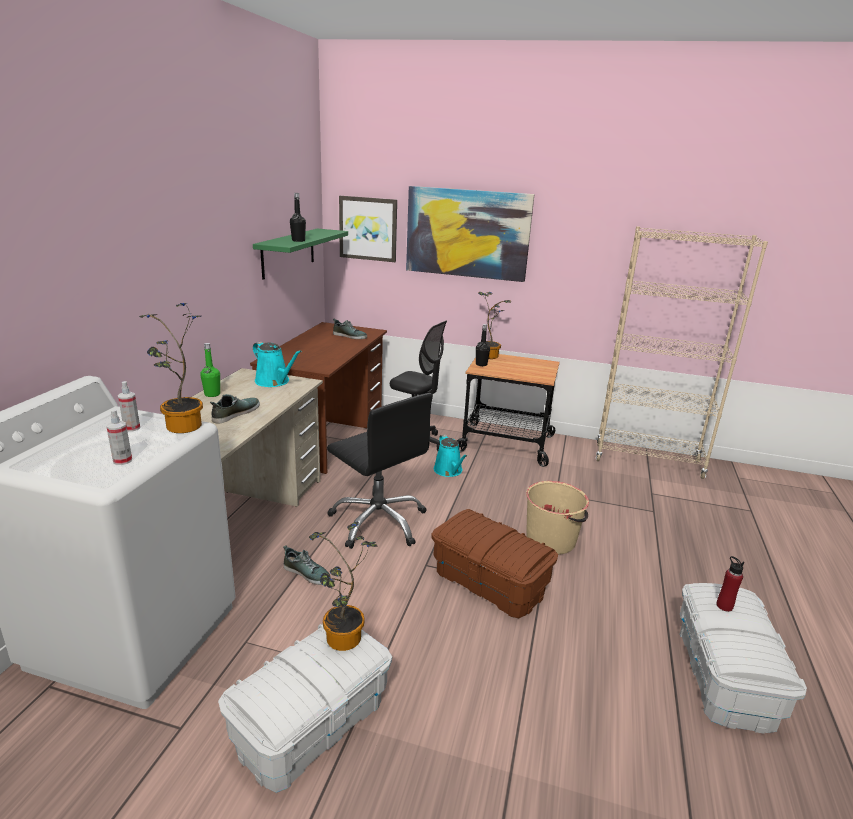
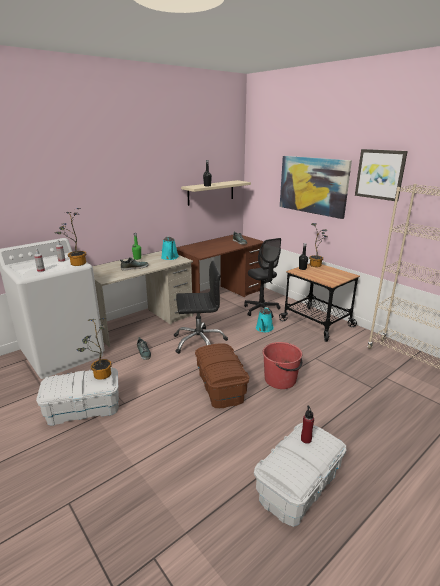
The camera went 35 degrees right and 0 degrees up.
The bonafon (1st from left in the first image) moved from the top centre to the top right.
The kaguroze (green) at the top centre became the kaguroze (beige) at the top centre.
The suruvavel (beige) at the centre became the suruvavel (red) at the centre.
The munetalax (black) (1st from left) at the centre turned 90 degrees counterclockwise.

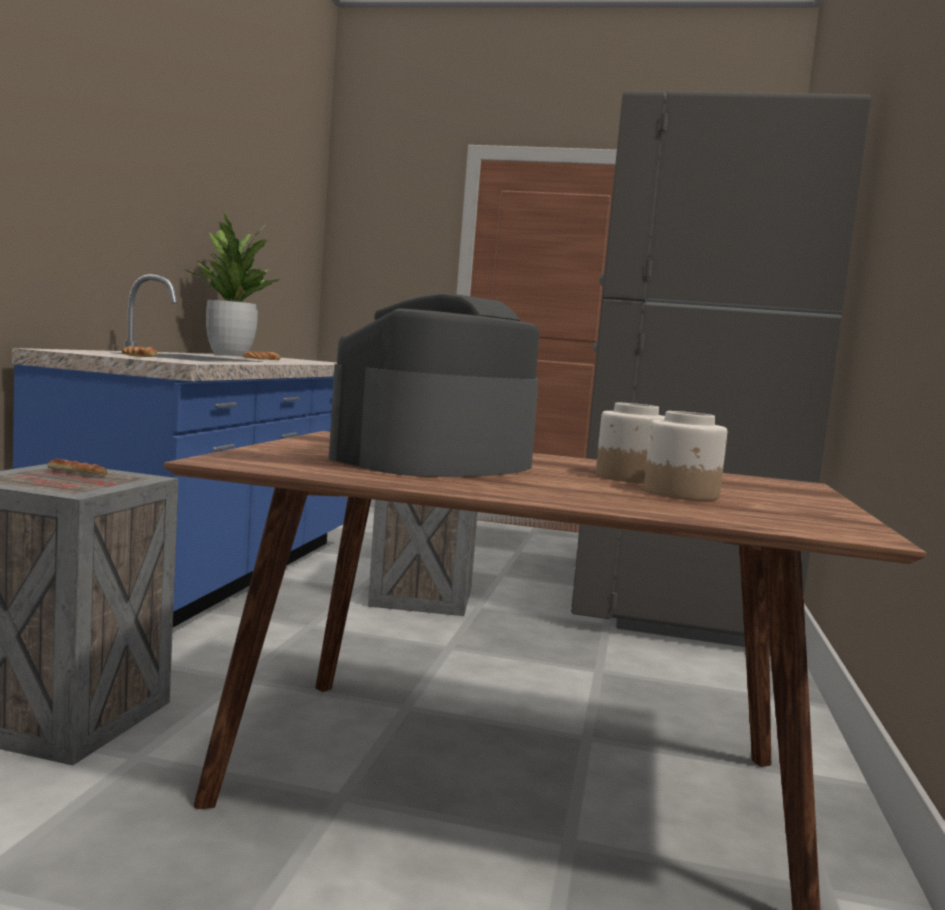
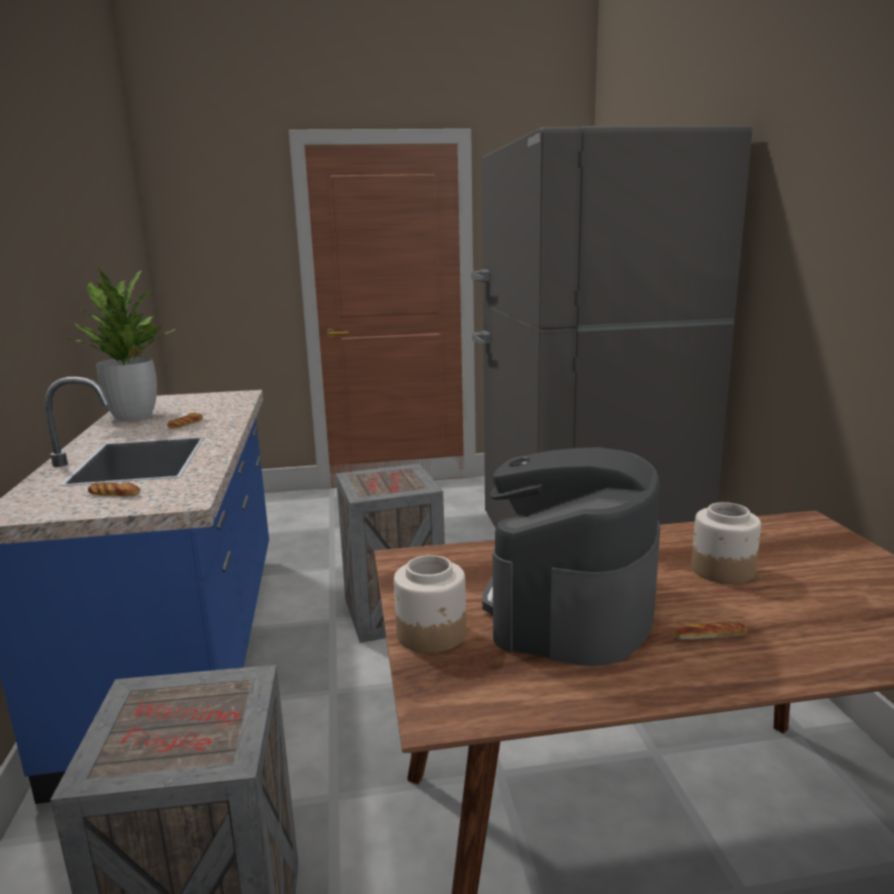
The camera went 20 degrees left and 10 degrees up.
The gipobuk (1st from left in the first image) moved from the middle left to the bottom right.
The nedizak (2nd from left in the first image) moved from the middle right to the bottom centre.

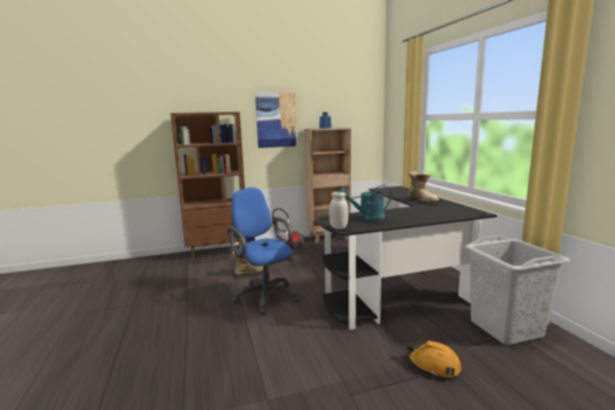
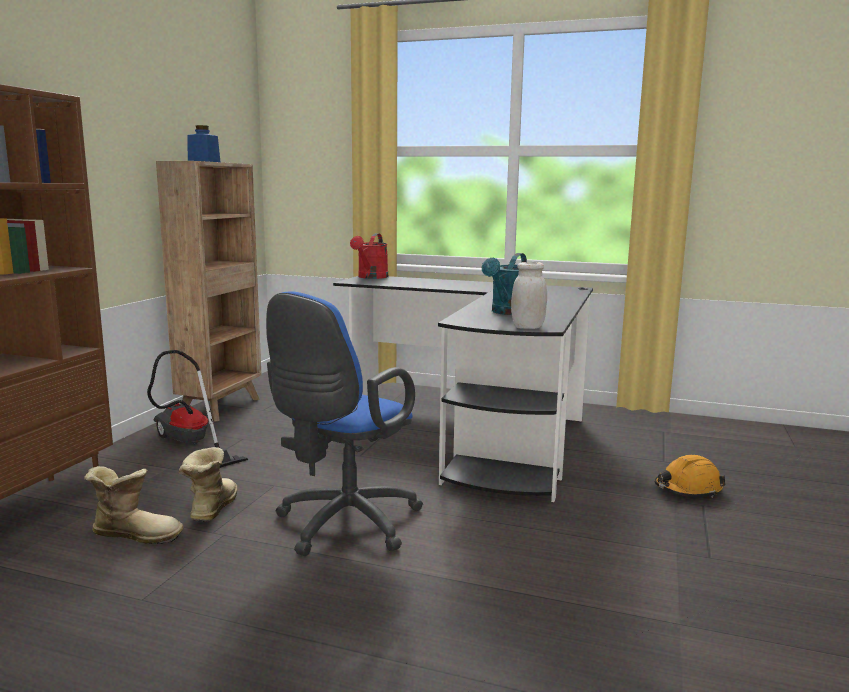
The camera went 55 degrees left and 0 degrees up.
The bonafon at the top centre disappeared.
The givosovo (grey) at the bottom right disappeared.
The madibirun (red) at the centre appeared.
The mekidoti (2nd from left in the first image) moved from the middle right to the bottom left.
The munetalax (blue) at the centre turned 60 degrees counterclockwise.

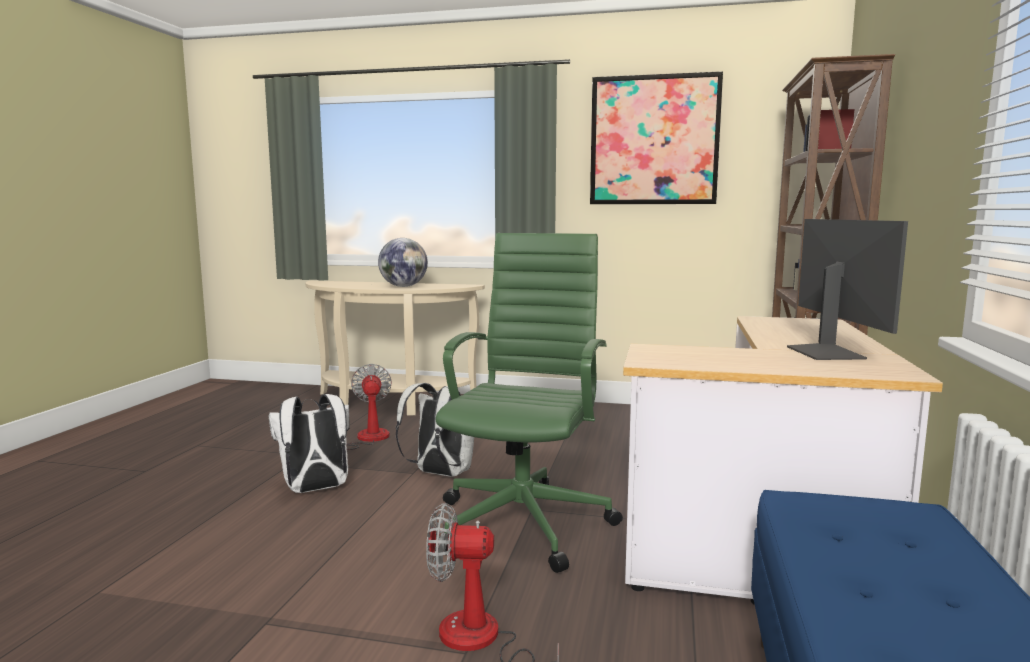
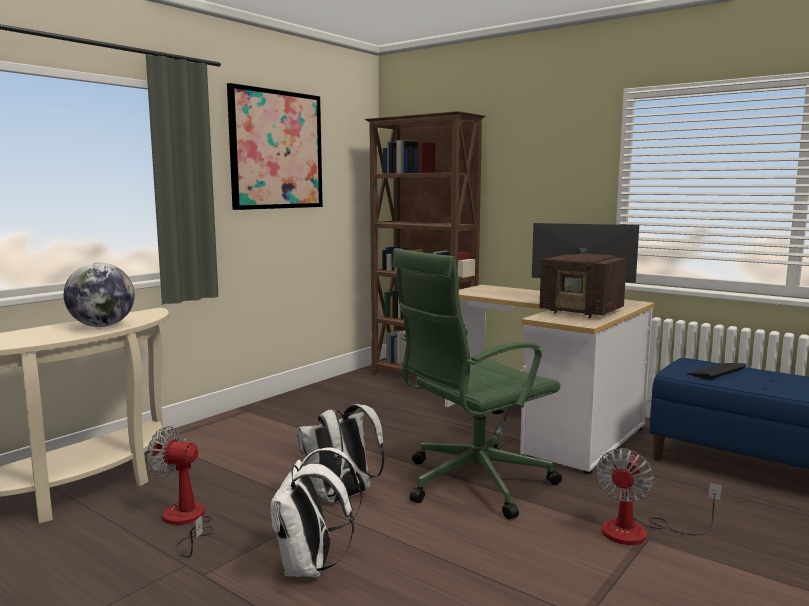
The camera went 65 degrees left and 0 degrees up.
The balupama at the middle right appeared.
The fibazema at the middle right appeared.
The munetalax (green) at the centre turned 75 degrees counterclockwise.

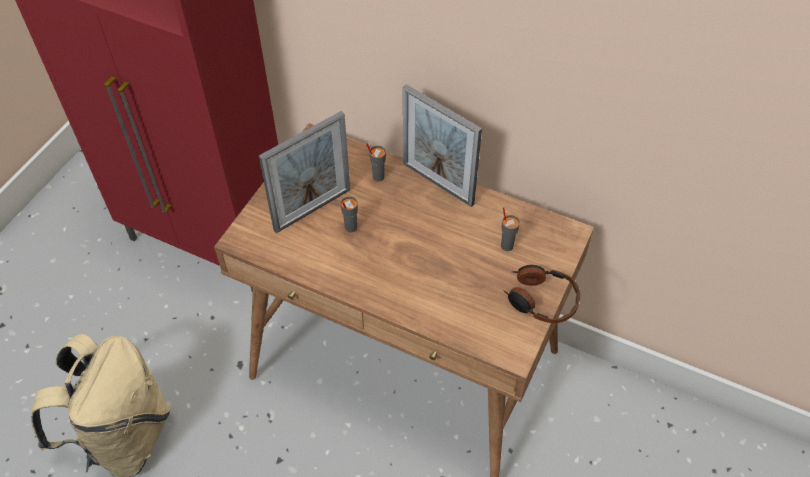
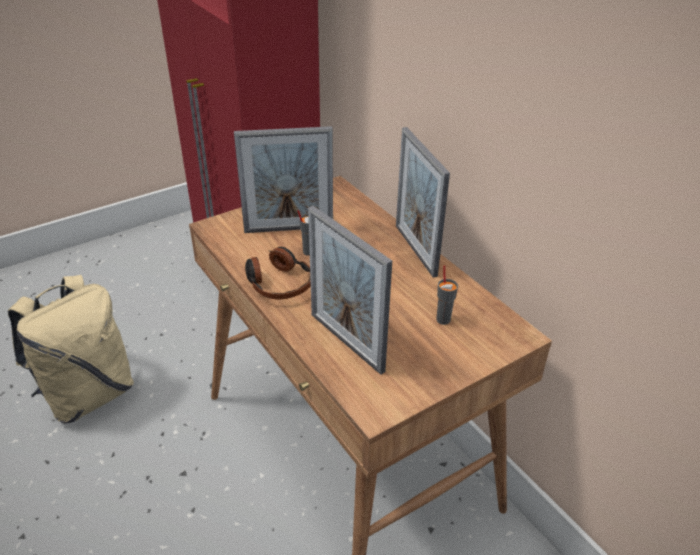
The camera went 30 degrees right and 15 degrees down.
The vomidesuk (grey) (2nd from left) at the centre disappeared.
The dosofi (2nd from left) at the centre appeared.
The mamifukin moved from the middle right to the centre.

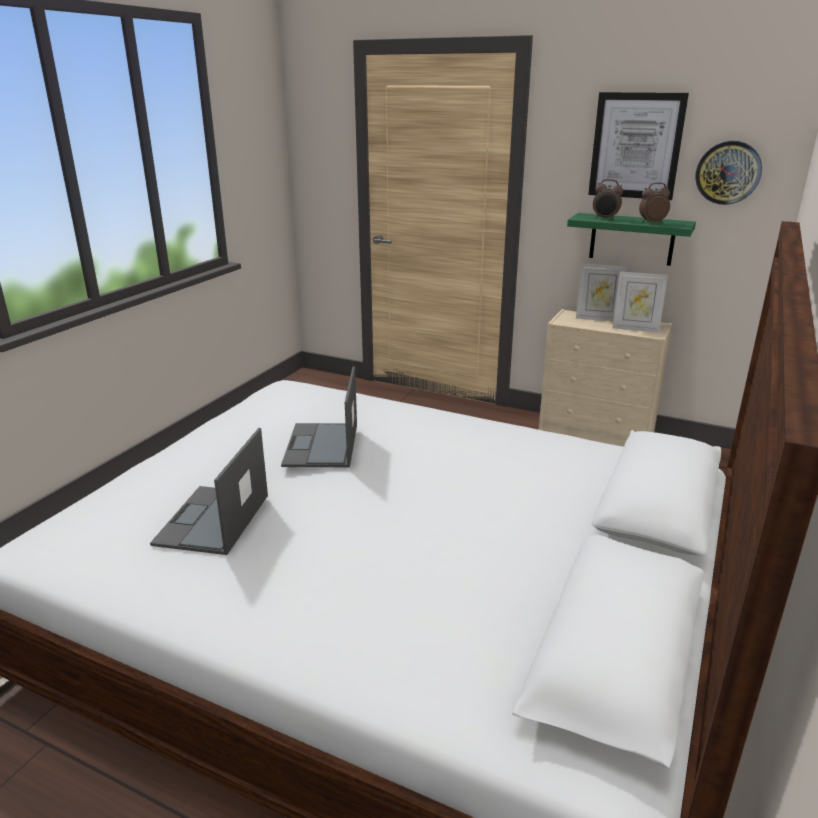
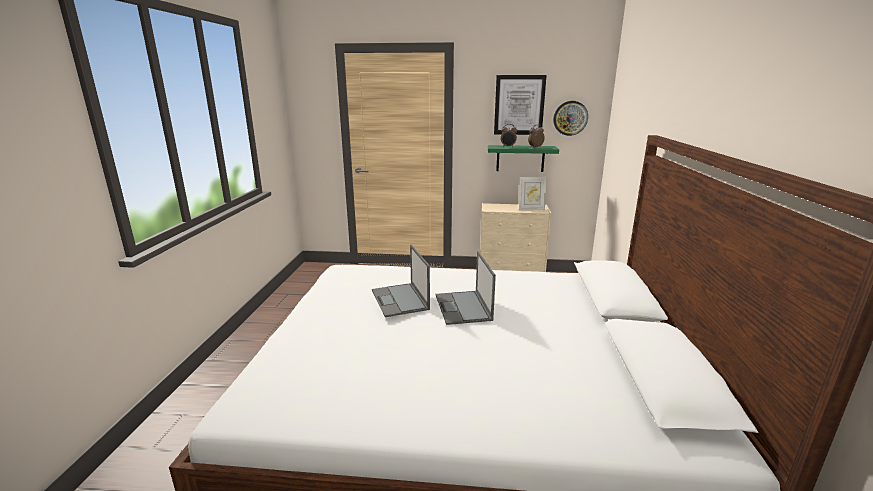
The camera went 20 degrees left and 5 degrees down.
The dosofi (1st from left) at the middle right disappeared.
The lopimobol (1st from left in the first image) moved from the middle left to the centre.

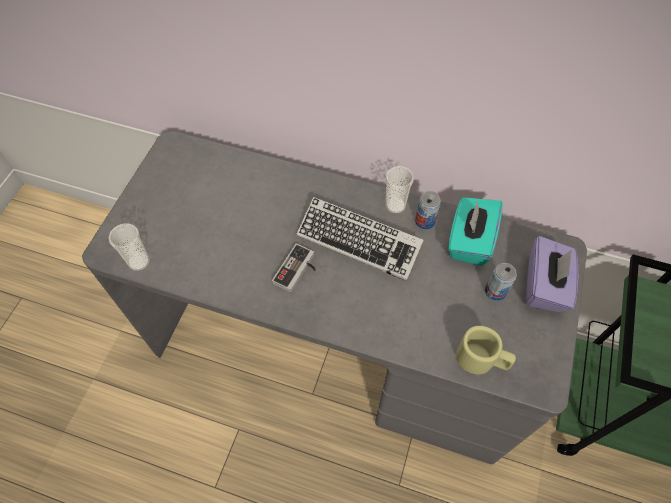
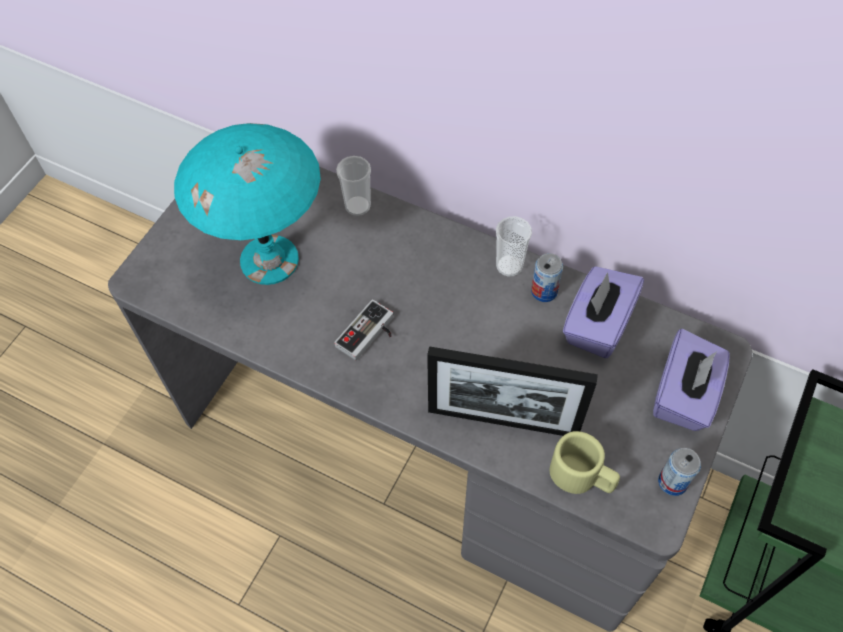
The camera went 10 degrees right and 0 degrees up.
The fibazema at the centre disappeared.
The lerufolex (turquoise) at the top left appeared.
The dosofi at the centre appeared.
The vomidesuk (1st from left) moved from the middle left to the top centre.
The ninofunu (2nd from left) moved from the middle right to the bottom right.
The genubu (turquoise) at the middle right became the genubu (purple) (1st from left) at the middle right.

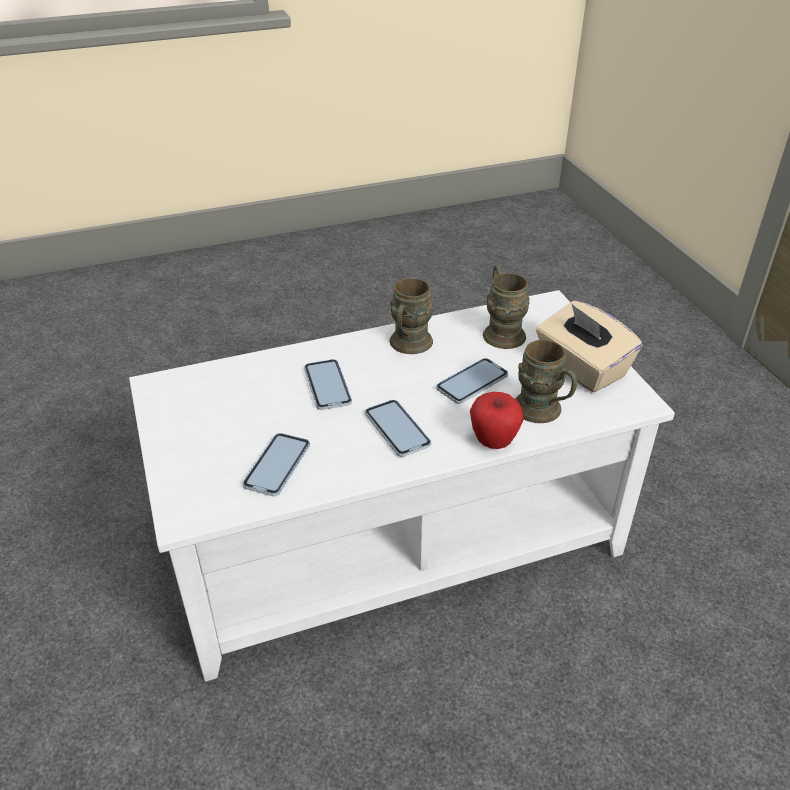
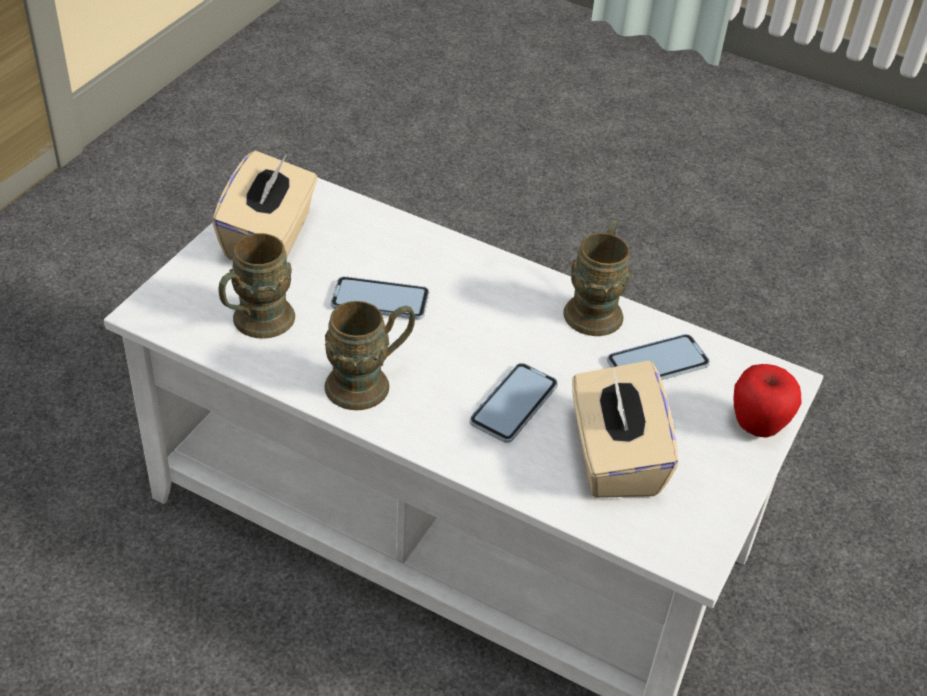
The camera went 135 degrees left and 5 degrees up.
The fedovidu (3rd from left) at the centre disappeared.
The genubu (beige) (2nd from left) at the middle right appeared.
The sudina moved from the centre to the middle right.
The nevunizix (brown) (3rd from left) moved from the middle right to the centre.

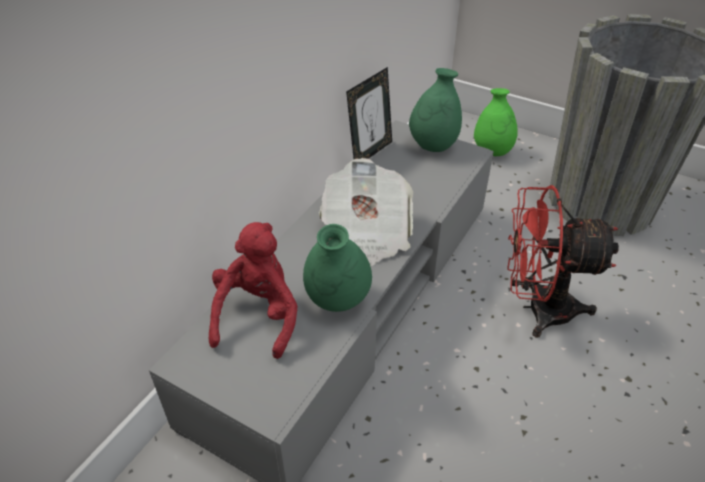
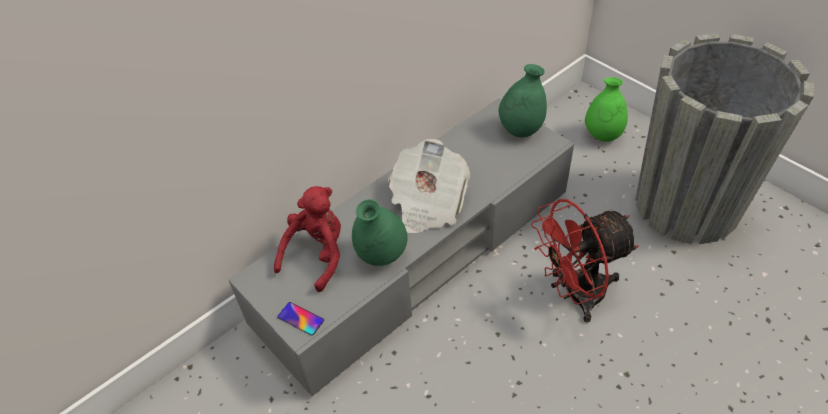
The camera went 20 degrees right and 5 degrees up.
The dosofi at the top centre disappeared.
The fedovidu at the bottom centre appeared.
The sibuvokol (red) at the middle right turned 45 degrees counterclockwise.

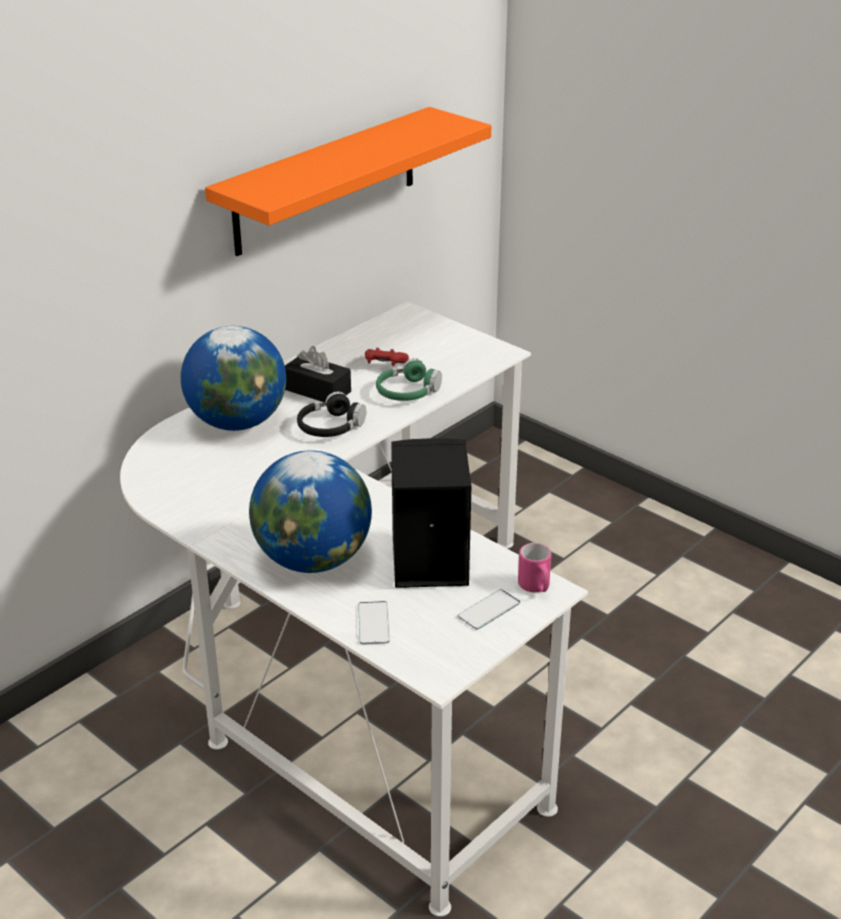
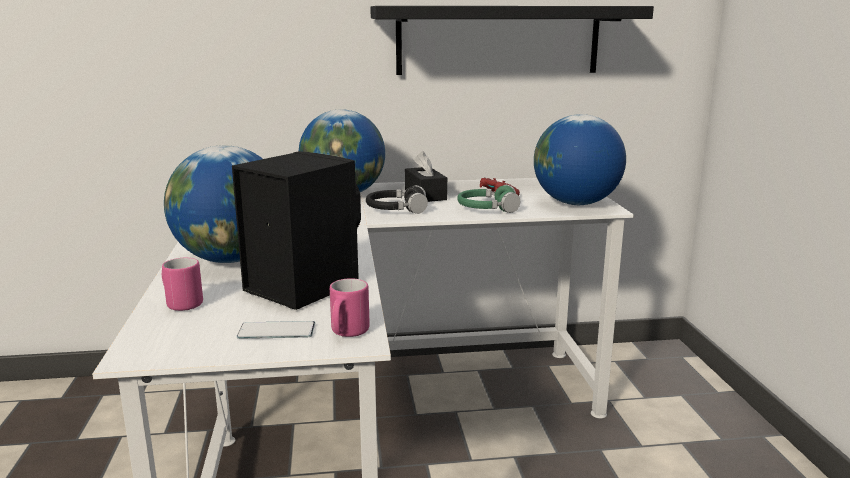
The camera went 40 degrees right and 15 degrees down.
The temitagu (3rd from left) at the top right appeared.
The fedovidu (1st from left) at the bottom centre was replaced by the nevunizix (pink) (1st from left) at the middle left.
The kaguroze (orange) at the top centre became the kaguroze (black) at the top centre.

